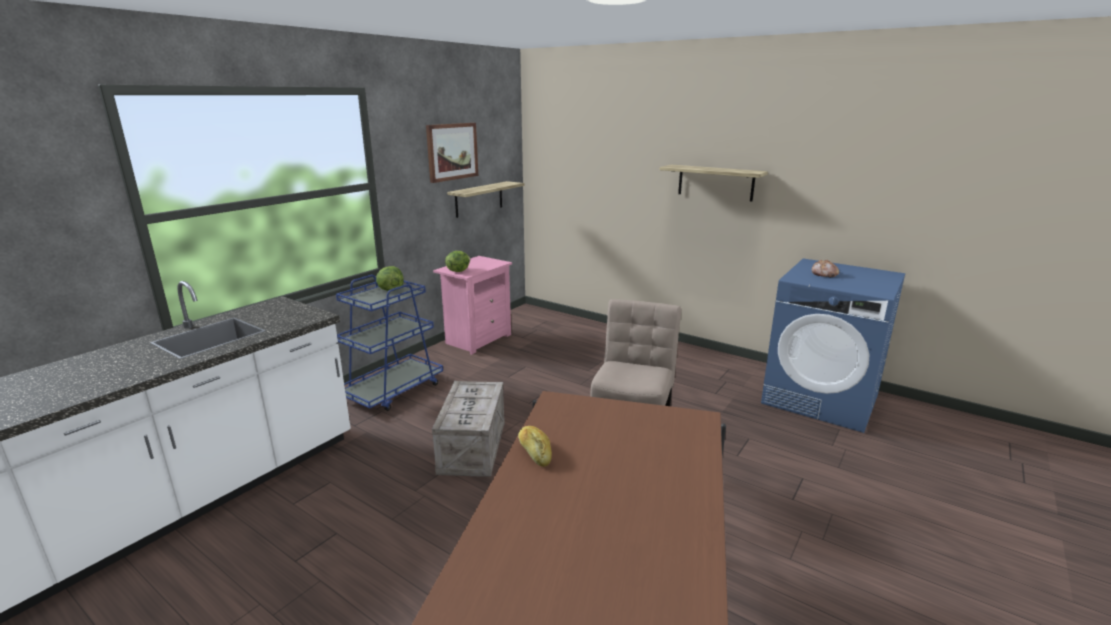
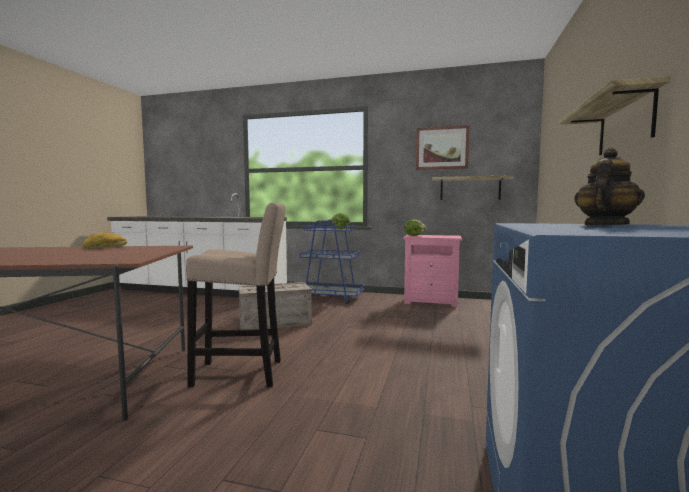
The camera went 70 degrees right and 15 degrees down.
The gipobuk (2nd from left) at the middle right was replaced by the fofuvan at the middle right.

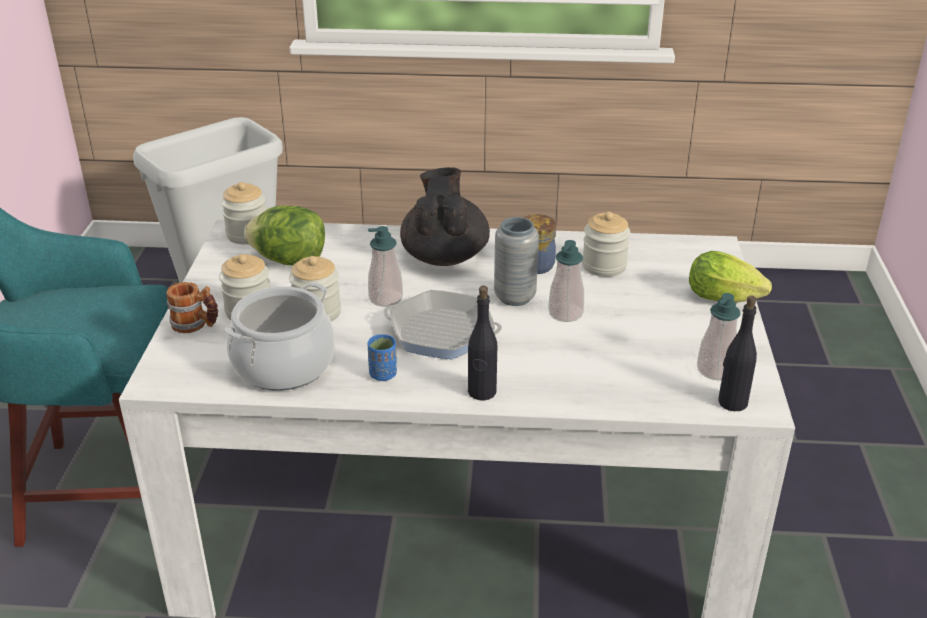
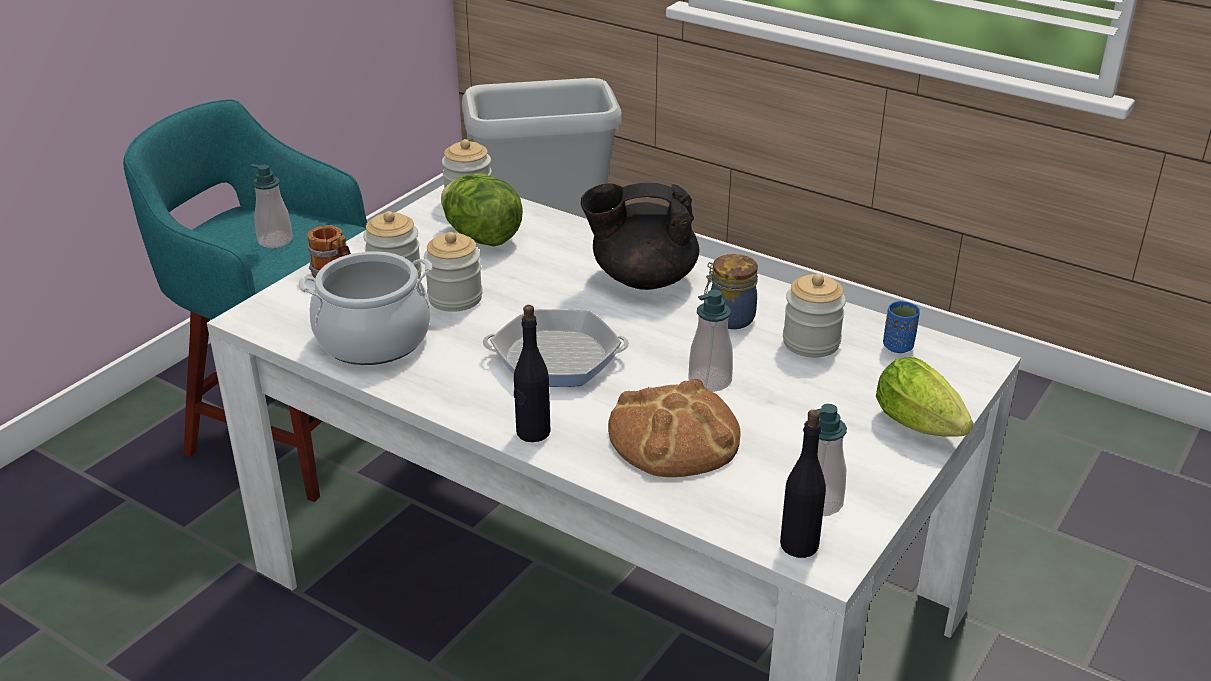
The camera went 30 degrees right and 0 degrees up.
The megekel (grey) at the centre disappeared.
The gipobuk at the centre appeared.
The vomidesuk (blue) moved from the centre to the middle right.
The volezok (1st from left) moved from the centre to the top left.
The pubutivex at the centre turned 135 degrees clockwise.
The fofuvan (black) at the centre turned 120 degrees counterclockwise.

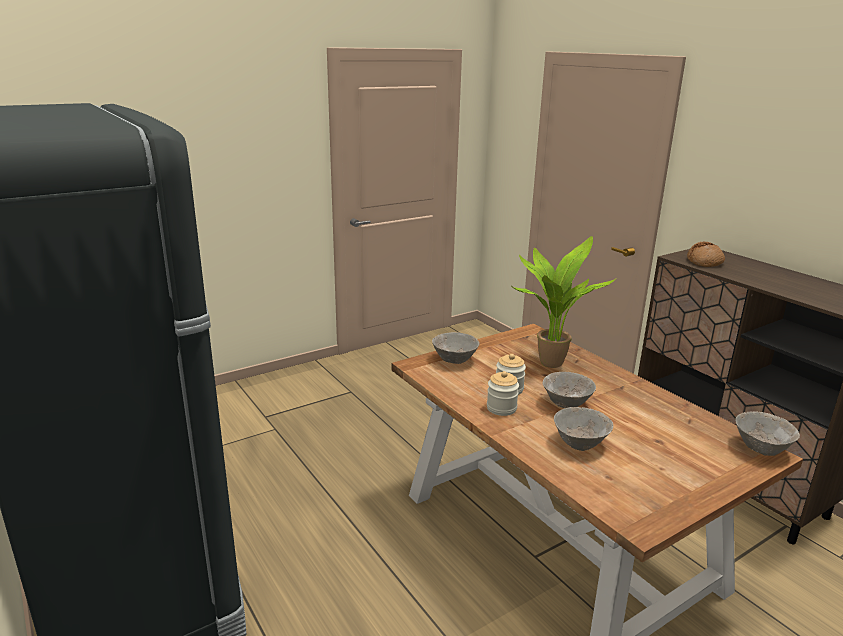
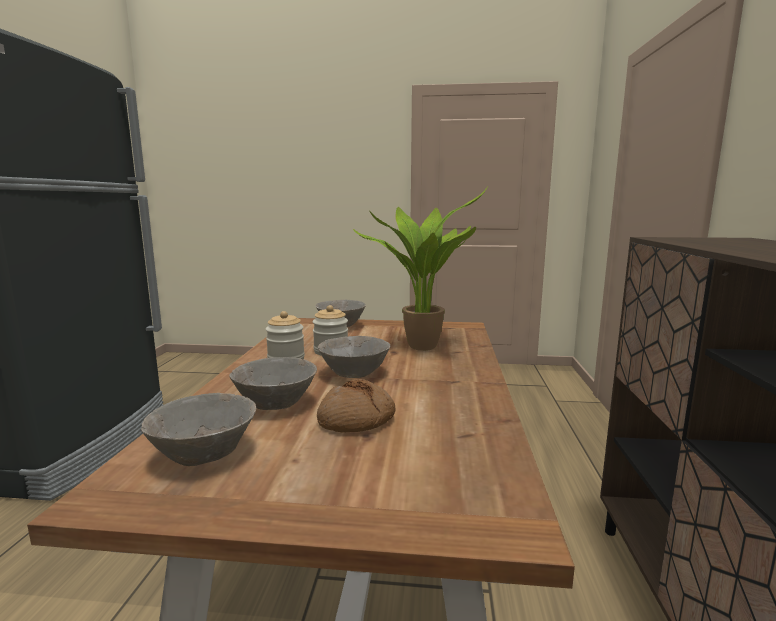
The camera went 40 degrees right and 10 degrees down.
The gipobuk moved from the middle right to the centre.
The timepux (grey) (4th from left in the first image) moved from the bottom right to the bottom left.

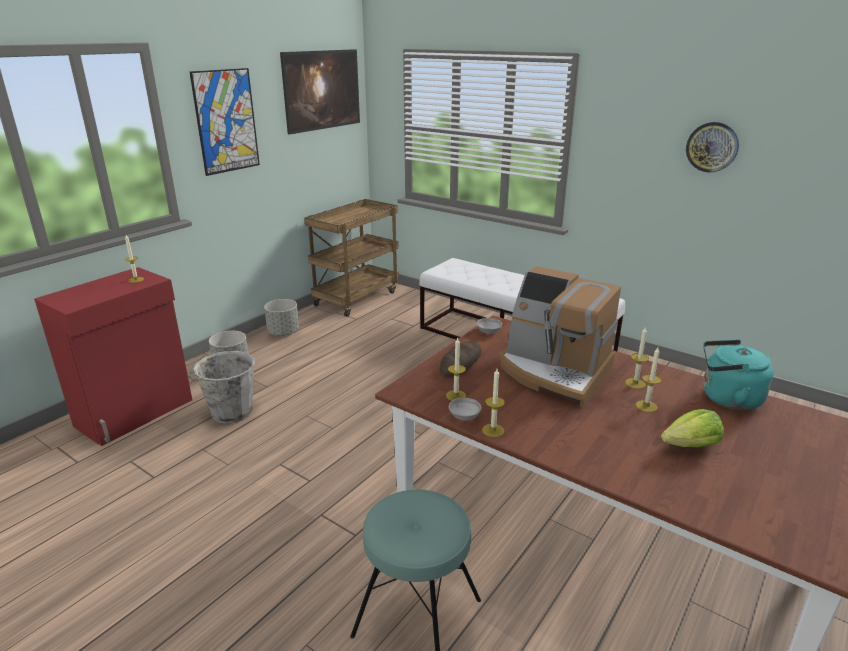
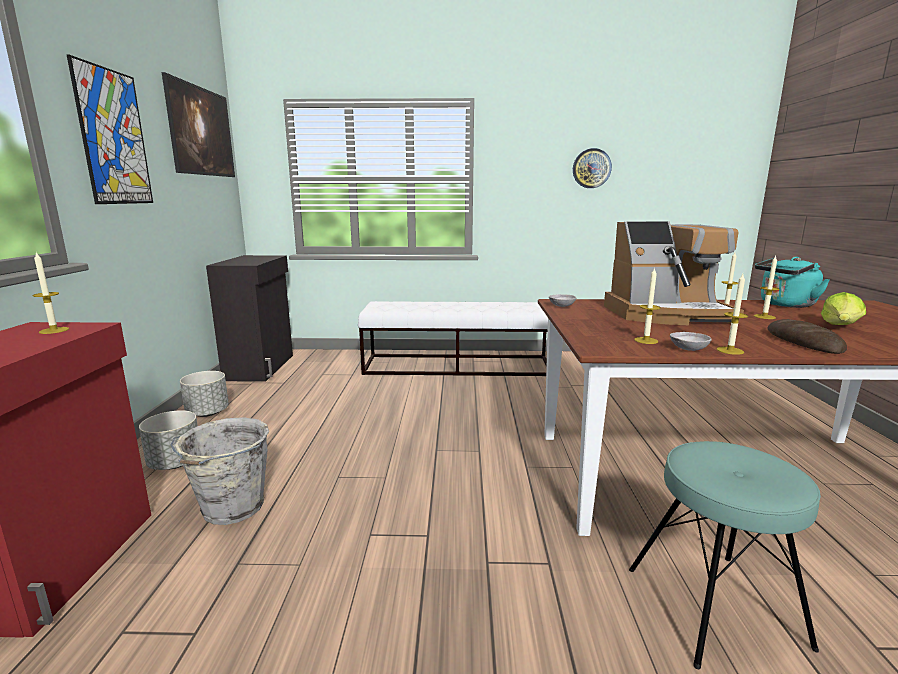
The camera went 35 degrees left and 10 degrees down.
The gipobuk moved from the centre to the middle right.
The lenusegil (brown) at the centre was replaced by the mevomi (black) at the middle left.

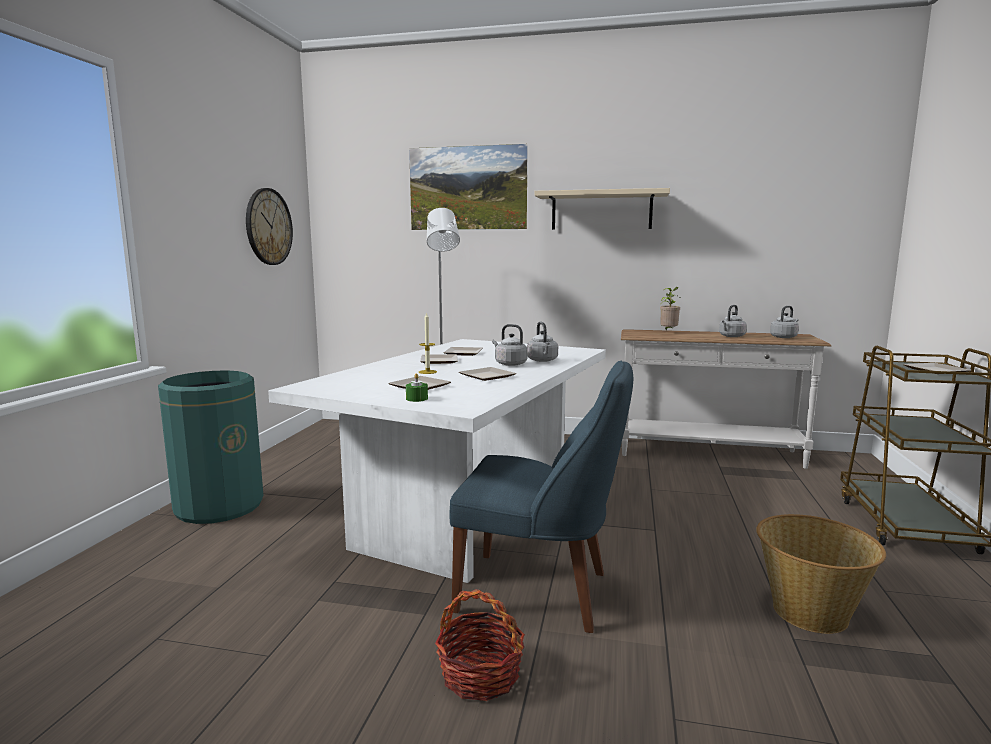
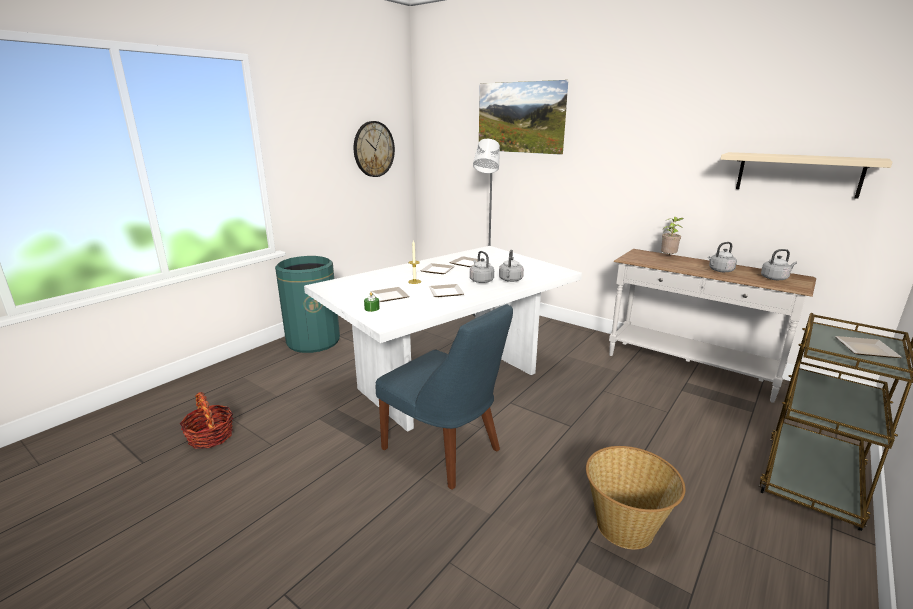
The camera went 25 degrees right and 10 degrees up.
The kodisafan (1st from left) moved from the bottom centre to the bottom left.
The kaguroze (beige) moved from the top centre to the top right.

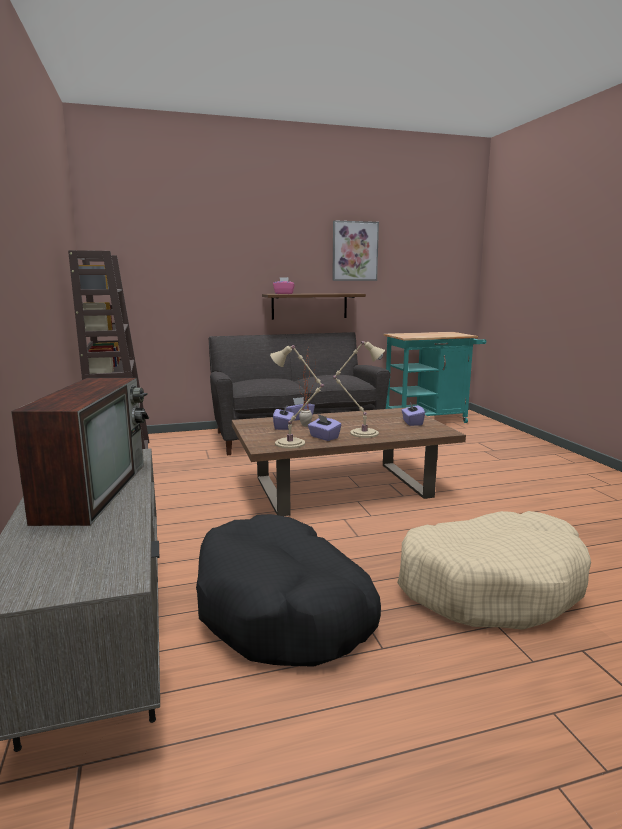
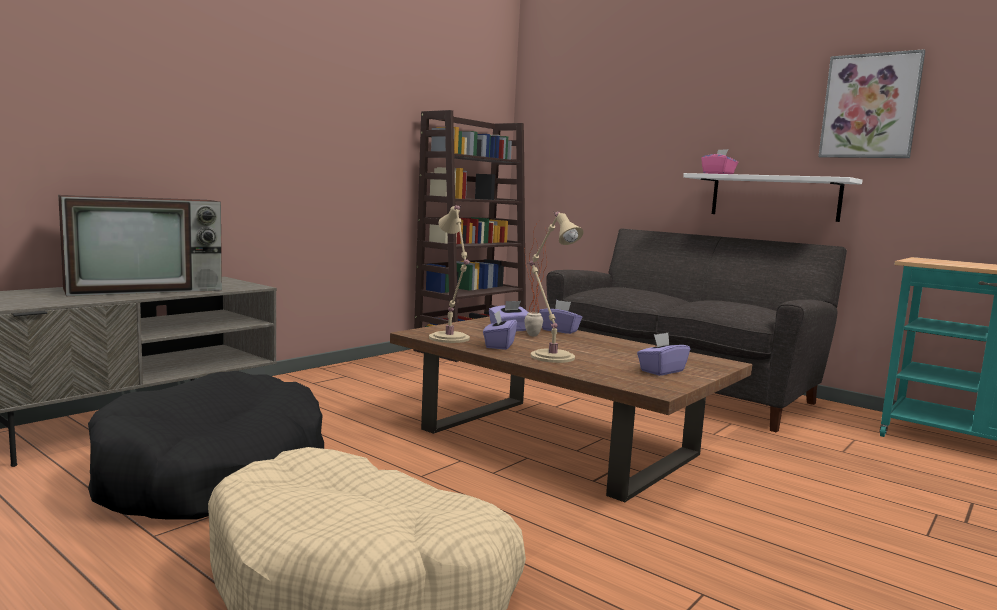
The camera went 55 degrees right and 5 degrees down.
The kaguroze (brown) at the centre became the kaguroze (white) at the top right.

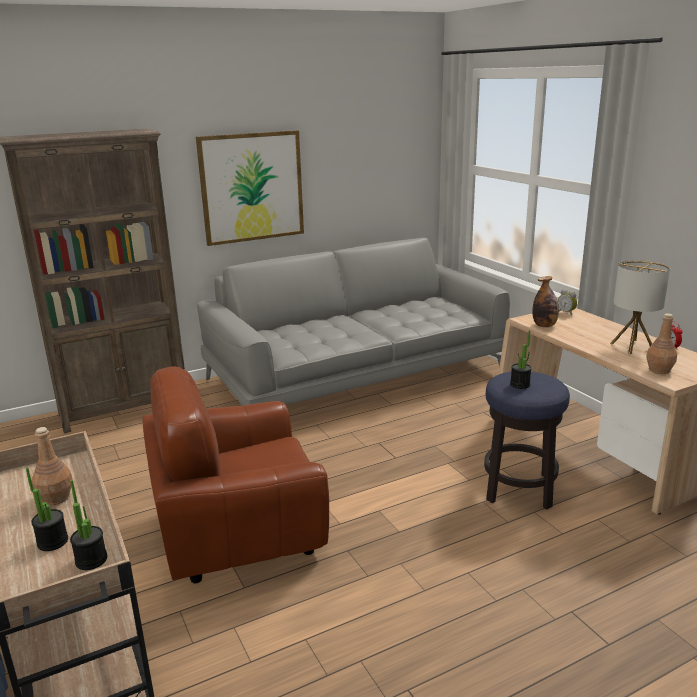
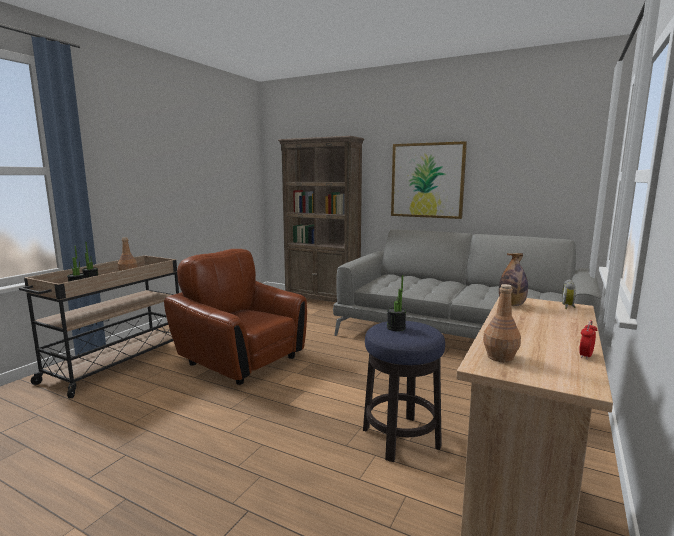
The camera went 55 degrees right and 10 degrees down.
The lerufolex at the middle right disappeared.

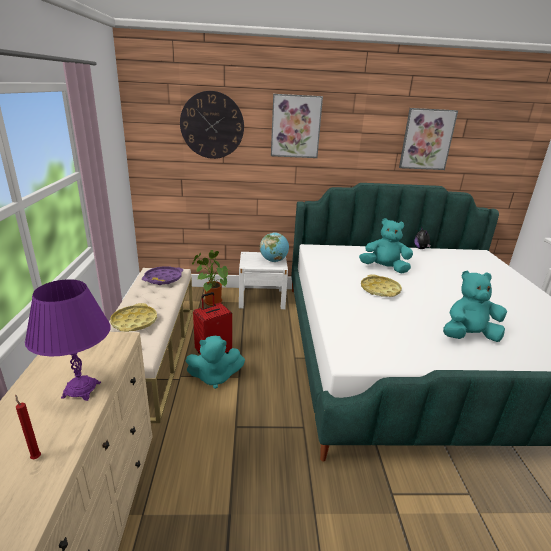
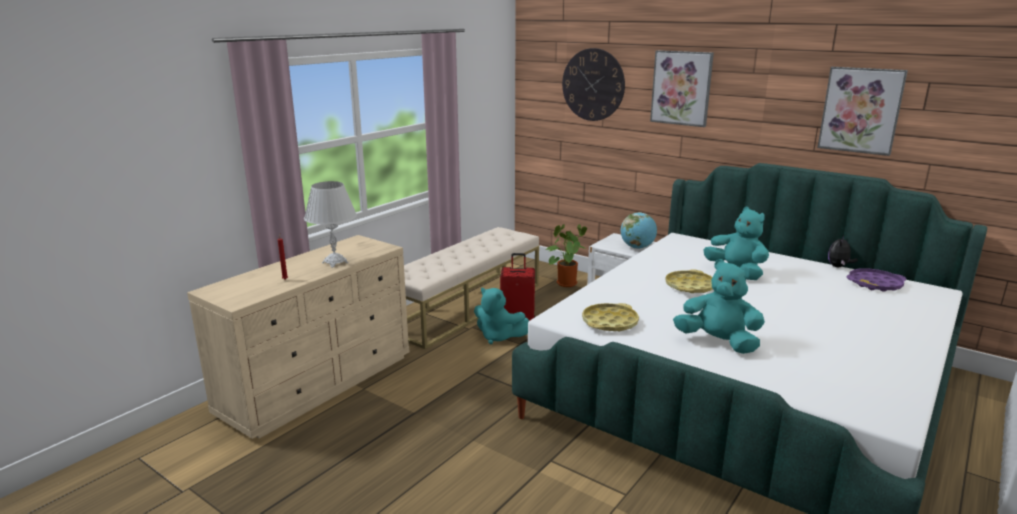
The camera went 40 degrees right and 5 degrees down.
The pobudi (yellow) (1st from left) moved from the middle left to the centre.
The pobudi (purple) moved from the middle left to the middle right.
The lerufolex (purple) at the middle left became the lerufolex (white) at the middle left.

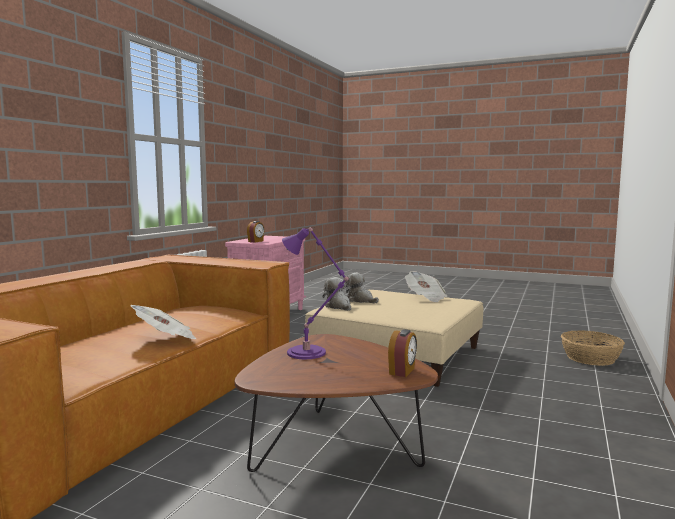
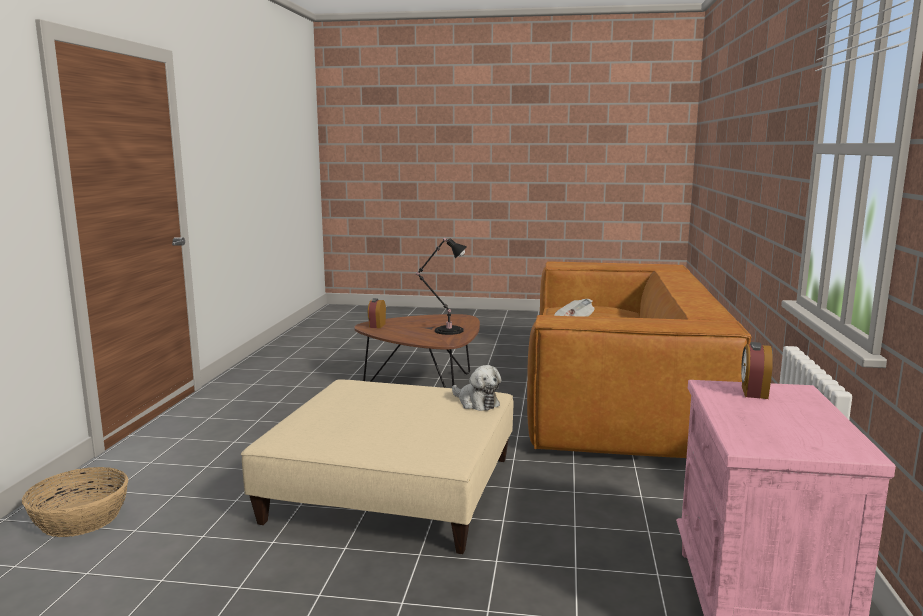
The camera went 165 degrees right and 5 degrees up.
The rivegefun (2nd from left) at the centre disappeared.
The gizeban (2nd from left) at the centre disappeared.
The lerufolex (purple) at the centre became the lerufolex (black) at the centre.

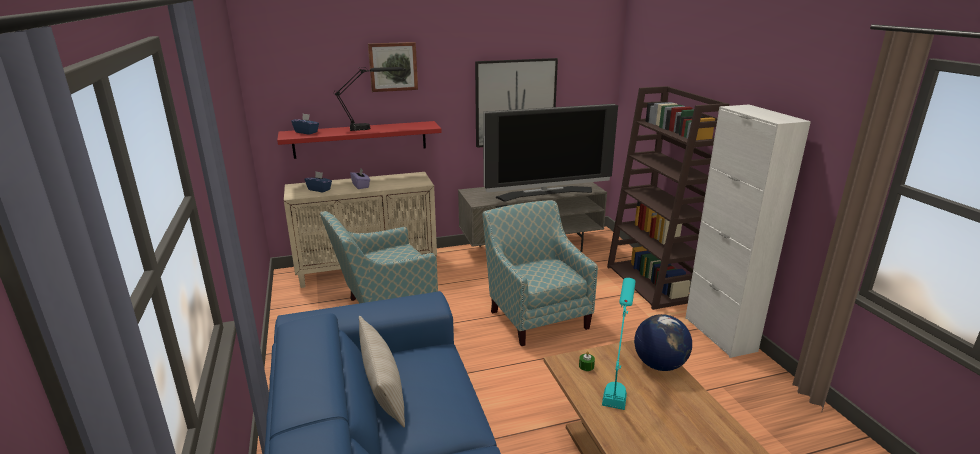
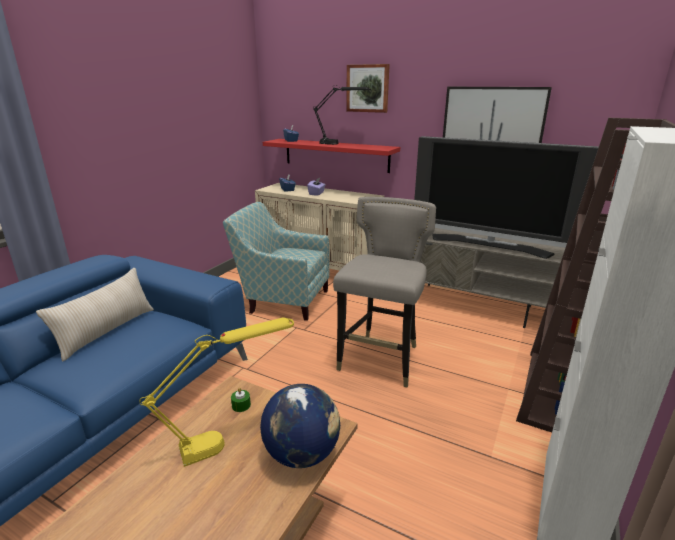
The camera went 45 degrees right and 0 degrees up.
The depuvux (2nd from left) at the centre was replaced by the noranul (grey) at the centre.
The lerufolex (turquoise) at the bottom centre became the lerufolex (yellow) at the bottom left.

